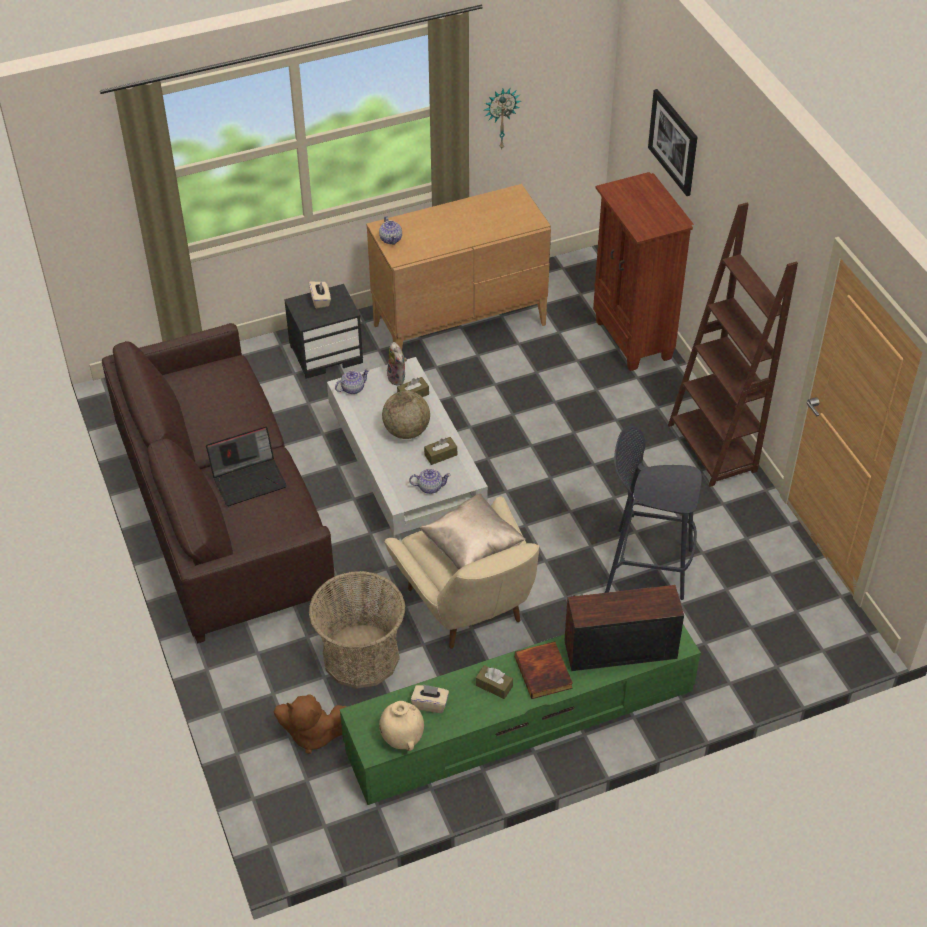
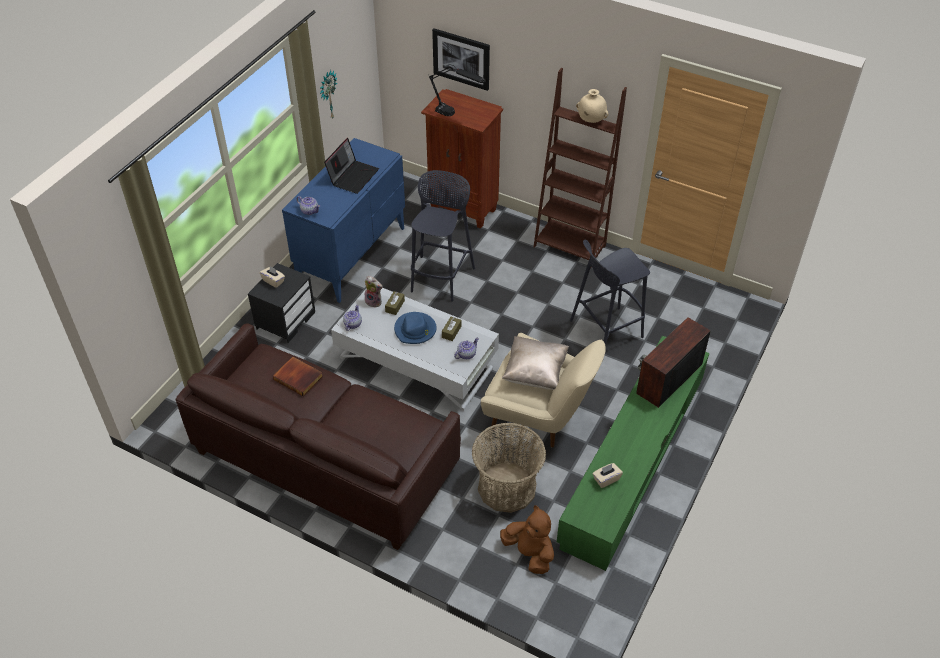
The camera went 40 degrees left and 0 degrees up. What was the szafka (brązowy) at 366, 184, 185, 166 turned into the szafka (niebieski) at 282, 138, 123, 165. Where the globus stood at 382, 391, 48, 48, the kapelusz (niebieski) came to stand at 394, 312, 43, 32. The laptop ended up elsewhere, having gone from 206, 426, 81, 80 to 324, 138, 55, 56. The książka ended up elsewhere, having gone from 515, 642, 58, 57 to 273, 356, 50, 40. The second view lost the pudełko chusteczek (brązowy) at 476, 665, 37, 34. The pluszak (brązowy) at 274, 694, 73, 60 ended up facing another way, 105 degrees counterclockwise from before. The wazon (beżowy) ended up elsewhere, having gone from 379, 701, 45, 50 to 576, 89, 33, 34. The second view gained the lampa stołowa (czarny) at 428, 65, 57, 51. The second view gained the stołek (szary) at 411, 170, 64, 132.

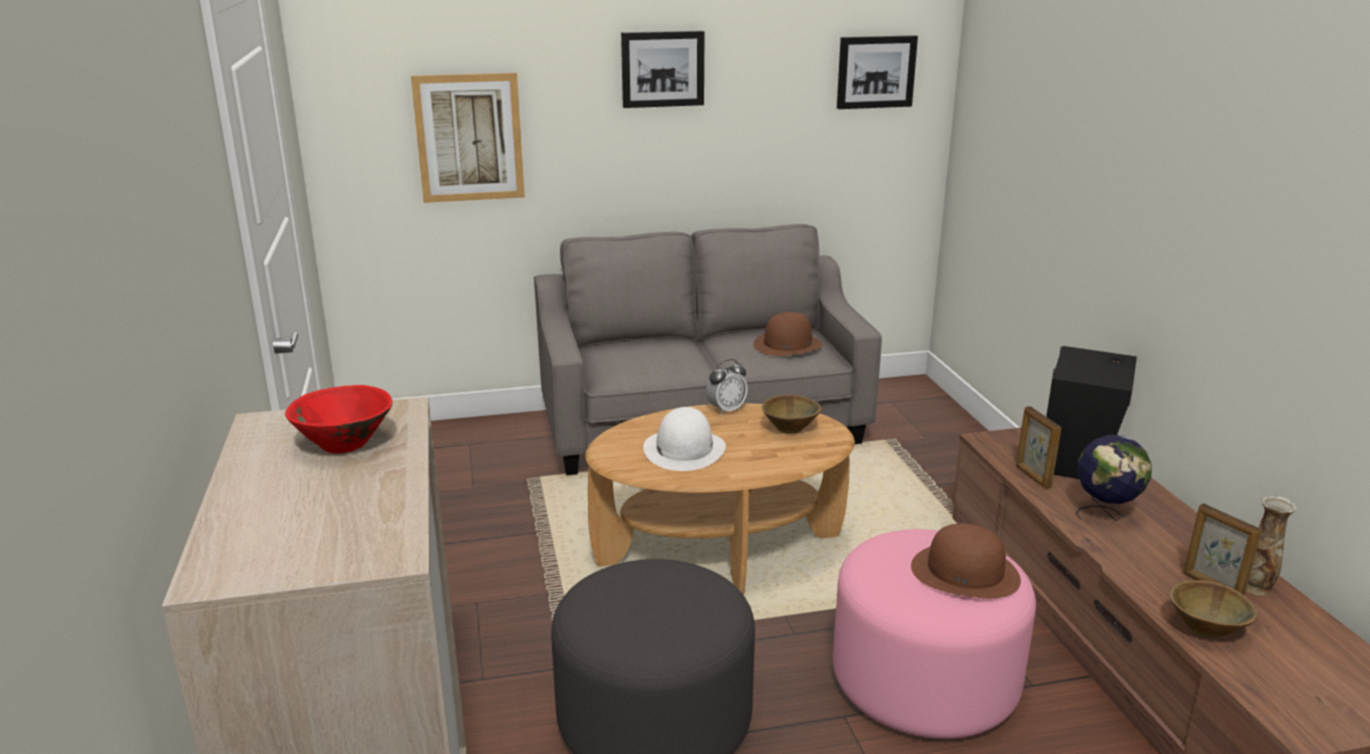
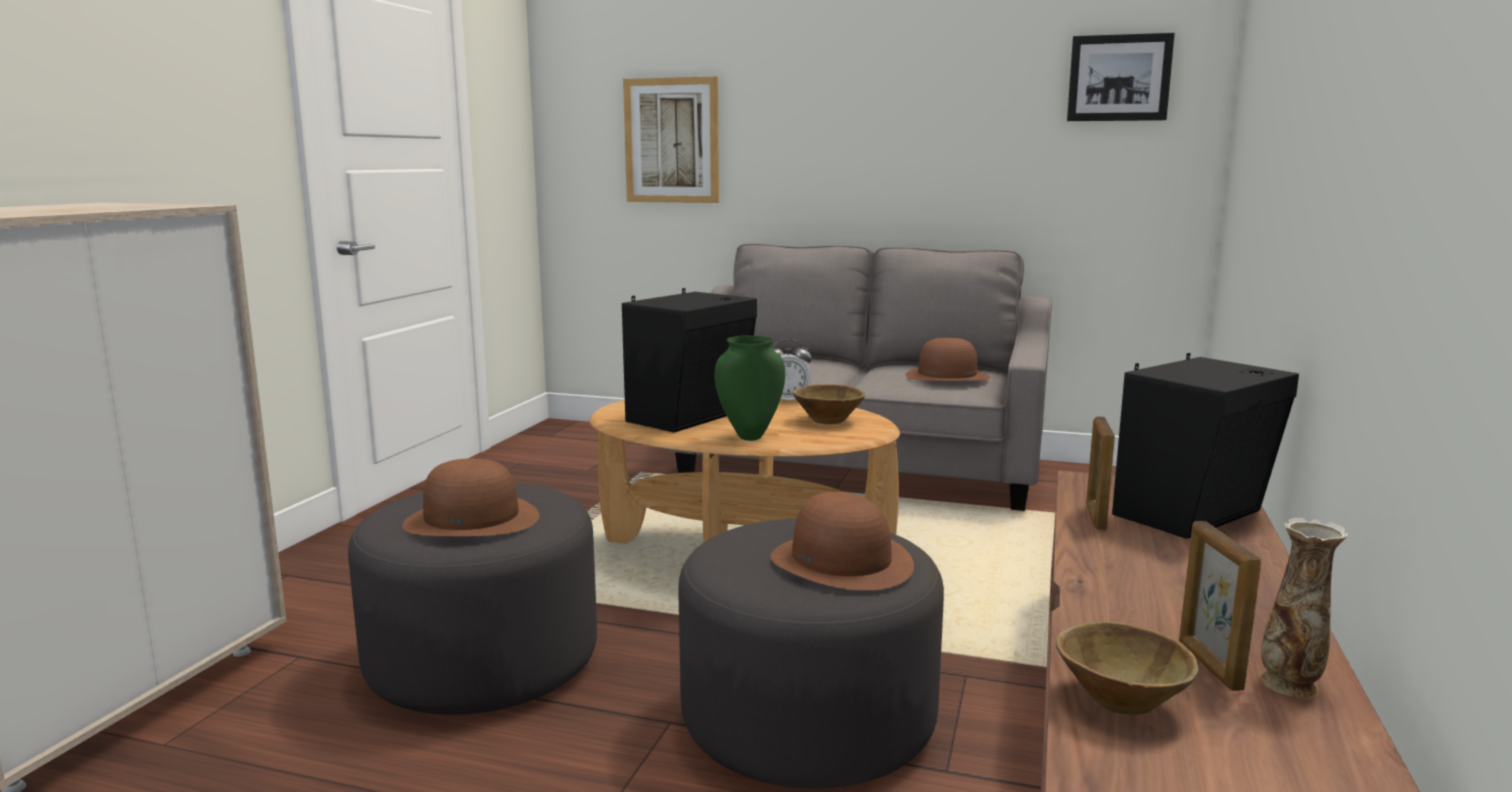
The camera went 30 degrees right and 10 degrees down. The second view lost the obraz at 621, 31, 84, 77. The second view lost the miska (czerwony) at 285, 385, 108, 69. Where the kapelusz (biały) stood at 643, 407, 83, 64, the głośnik (czarny) came to stand at 622, 288, 135, 145. The second view lost the globus at 1076, 435, 76, 86. What was the pufa (różowy) at 833, 529, 203, 210 turned into the pufa (szary) at 678, 519, 266, 270. The second view gained the wazon (zielony) at 714, 335, 71, 106. The second view gained the kapelusz (brązowy) at 402, 458, 138, 78.

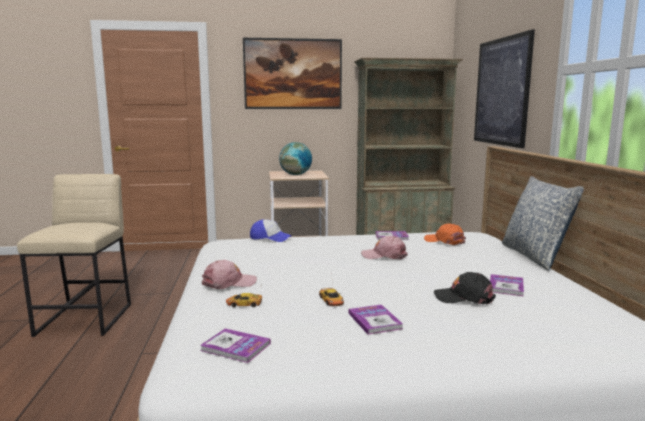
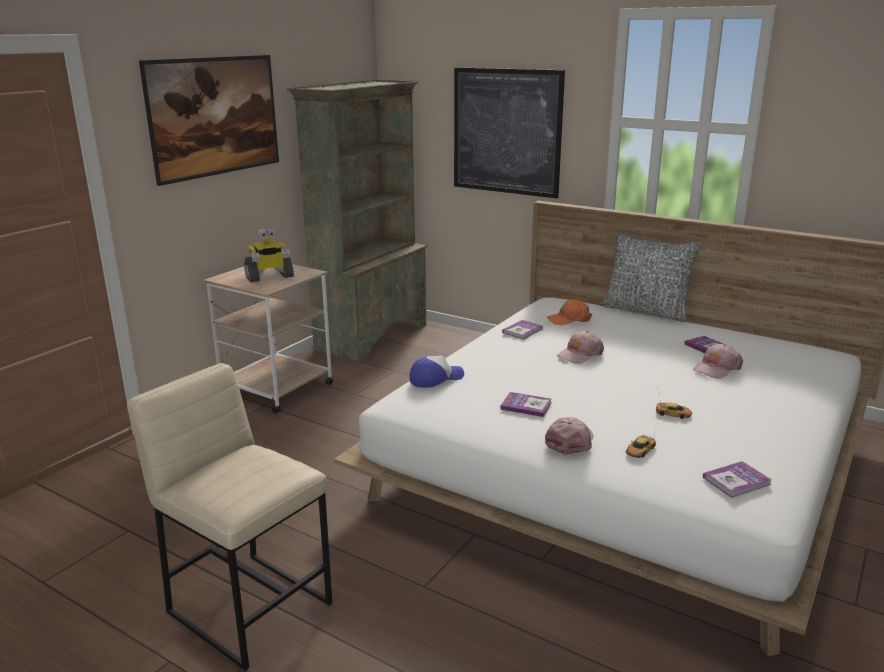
The camera went 50 degrees left and 10 degrees up. Where the globus stood at 279, 142, 33, 33, the robot zabawkowy came to stand at 244, 228, 50, 54. What was the czapka z daszkiem (czarny) at 434, 272, 62, 32 turned into the czapka z daszkiem (różowy) at 693, 344, 50, 35. The książka ended up elsewhere, having gone from 349, 304, 54, 30 to 500, 392, 52, 25.

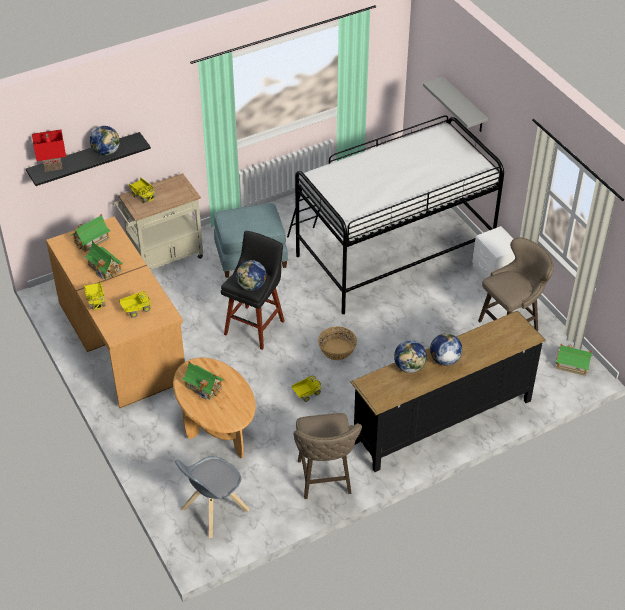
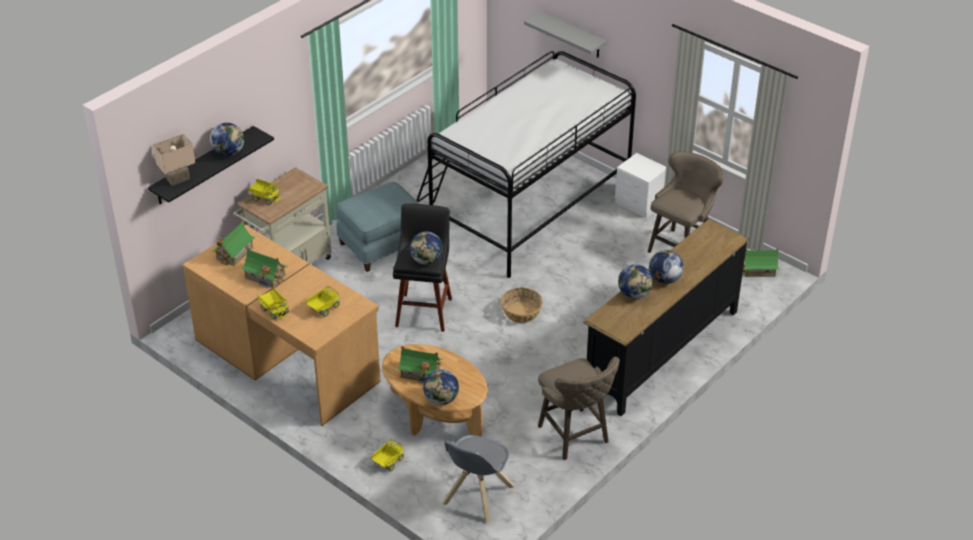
The camera went 20 degrees left and 5 degrees down. What was the lampa stołowa (czerwony) at 32, 129, 34, 43 turned into the lampa stołowa (beżowy) at 153, 134, 42, 52. The ciężarówka zabawkowa ended up elsewhere, having gone from 292, 376, 30, 26 to 371, 439, 34, 32. The second view gained the globus at 423, 369, 36, 36.

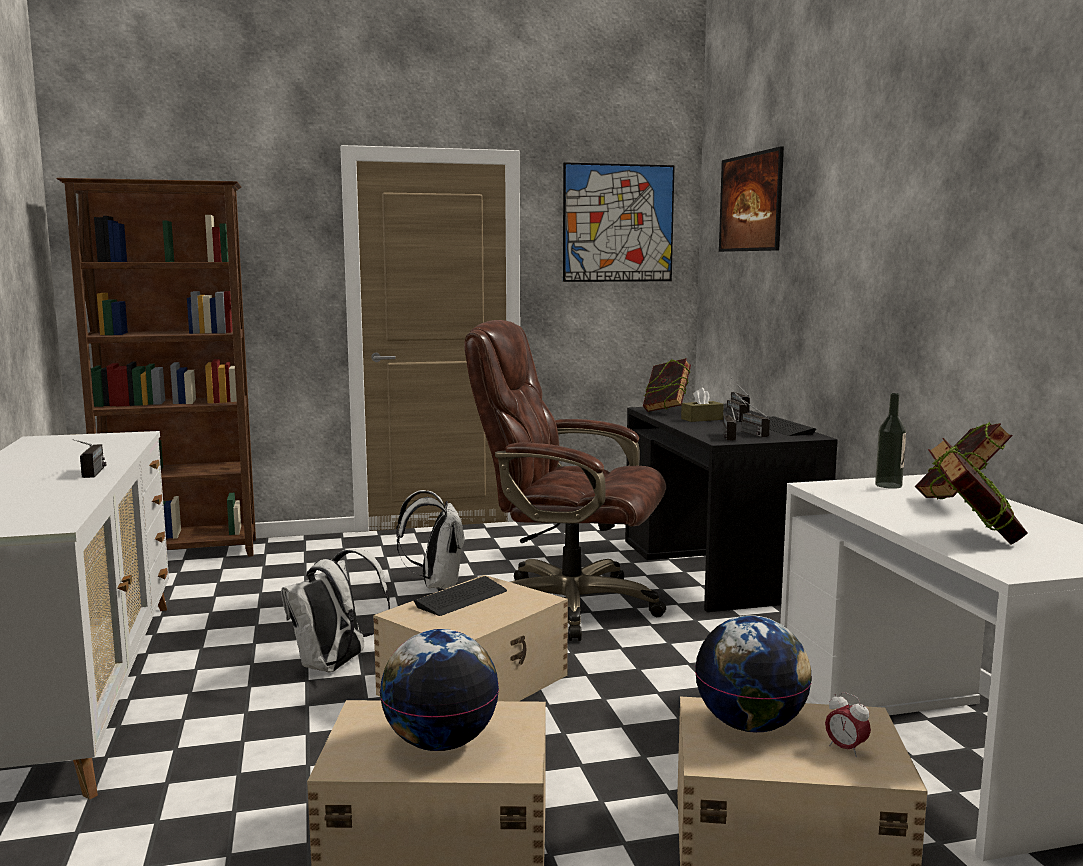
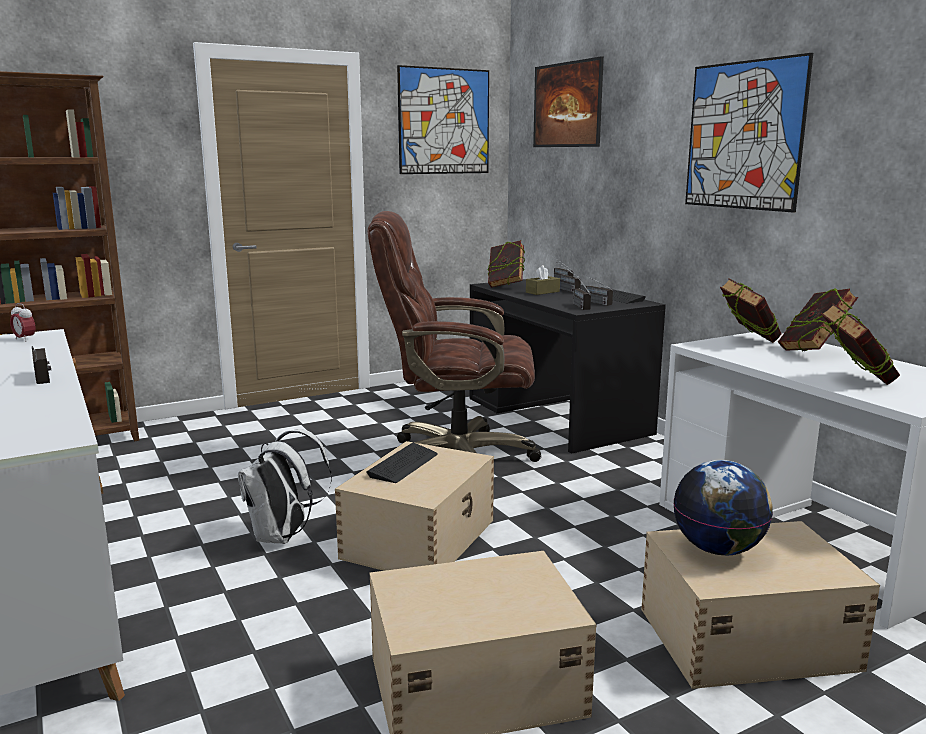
The camera went 15 degrees left and 5 degrees up. Where the butelka stood at 875, 393, 31, 96, the książka came to stand at 720, 278, 61, 65. The second view lost the plecak (biały) at 396, 490, 69, 99. The second view lost the globus at 380, 629, 119, 122. The budzik ended up elsewhere, having gone from 825, 692, 46, 65 to 10, 303, 26, 37. The second view gained the obraz at 685, 53, 128, 160.

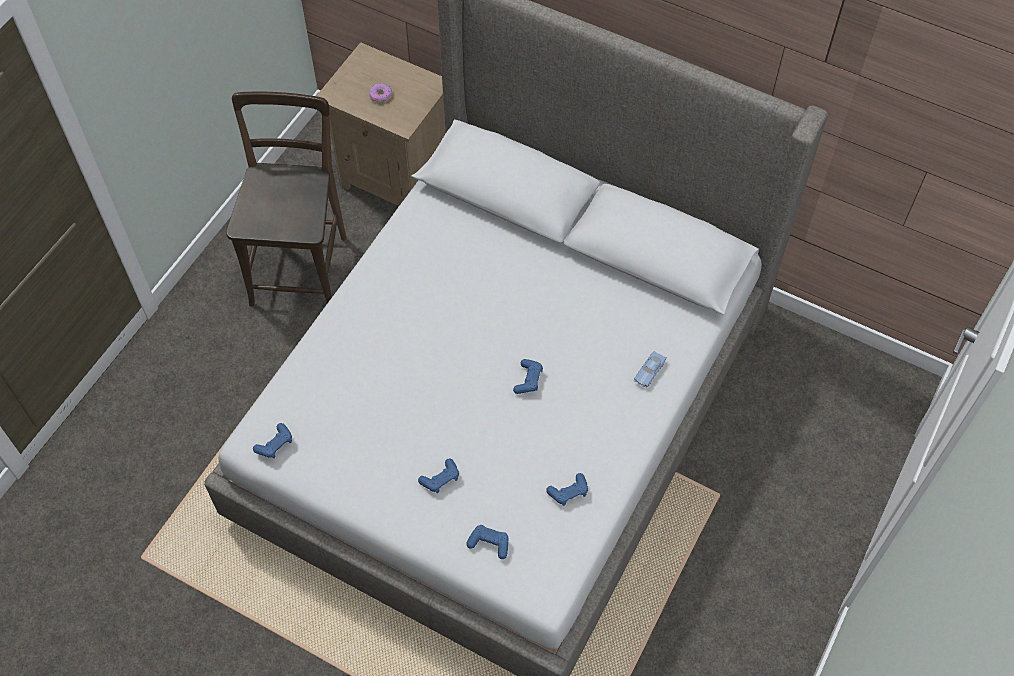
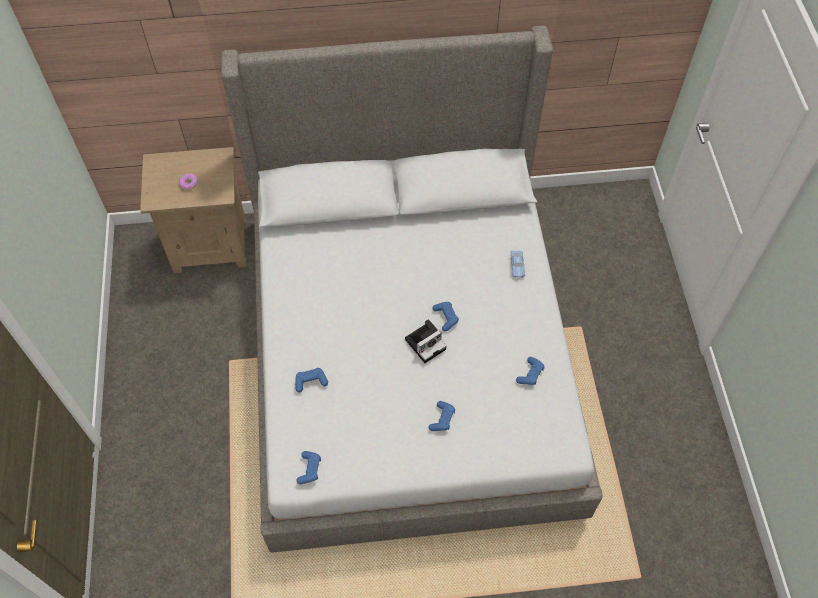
The camera went 35 degrees left and 0 degrees up. The second view lost the krzesło (brązowy) at 226, 92, 120, 214. The pad do gier (niebieski) ended up elsewhere, having gone from 466, 525, 42, 34 to 295, 368, 33, 25. The second view gained the aparat fotograficzny at 405, 319, 42, 44.

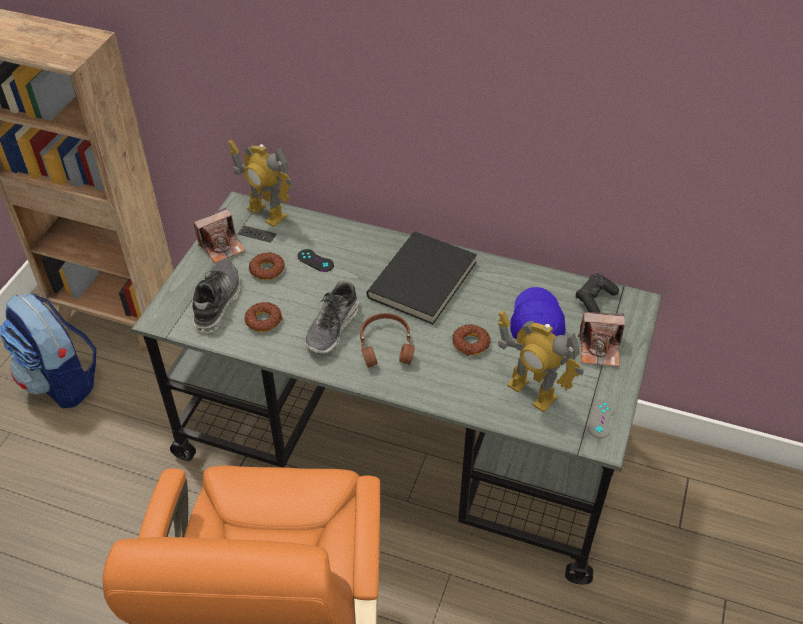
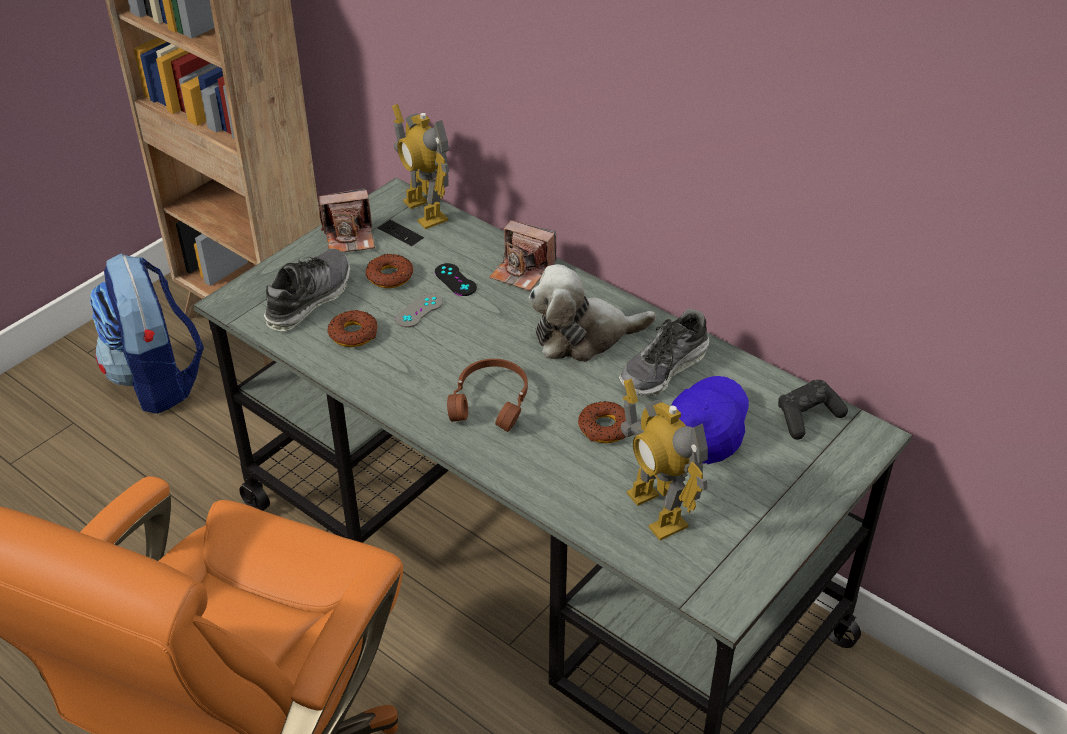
The camera went 20 degrees right and 5 degrees down. Where the książka (czarny) stood at 367, 232, 110, 92, the pluszak came to stand at 528, 264, 128, 98. The but ended up elsewhere, having gone from 305, 281, 54, 73 to 619, 309, 90, 87. The aparat fotograficzny ended up elsewhere, having gone from 578, 312, 47, 55 to 489, 220, 68, 71. The pad do gier (szary) ended up elsewhere, having gone from 588, 400, 27, 38 to 395, 294, 48, 34.

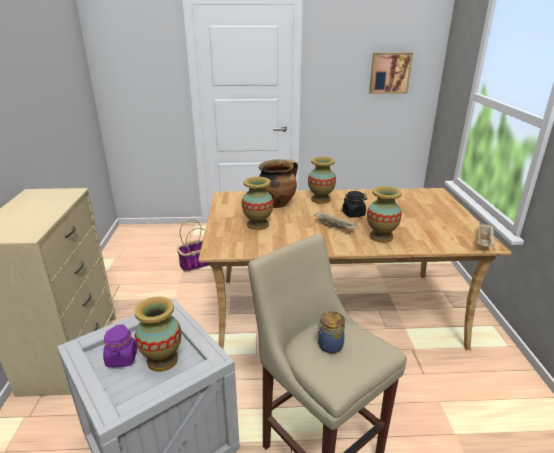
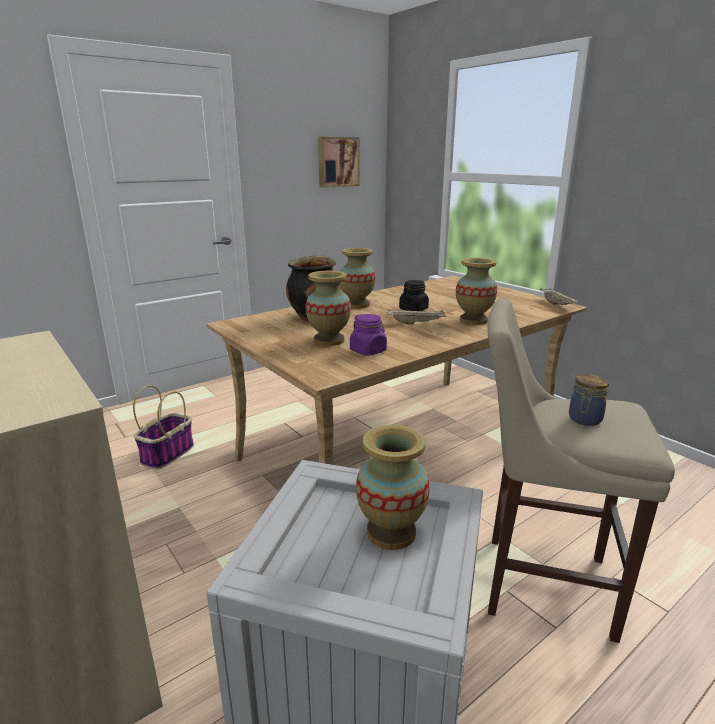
The camera went 35 degrees left and 5 degrees down. The słoik (fioletowy) ended up elsewhere, having gone from 103, 325, 34, 42 to 350, 314, 37, 42.

